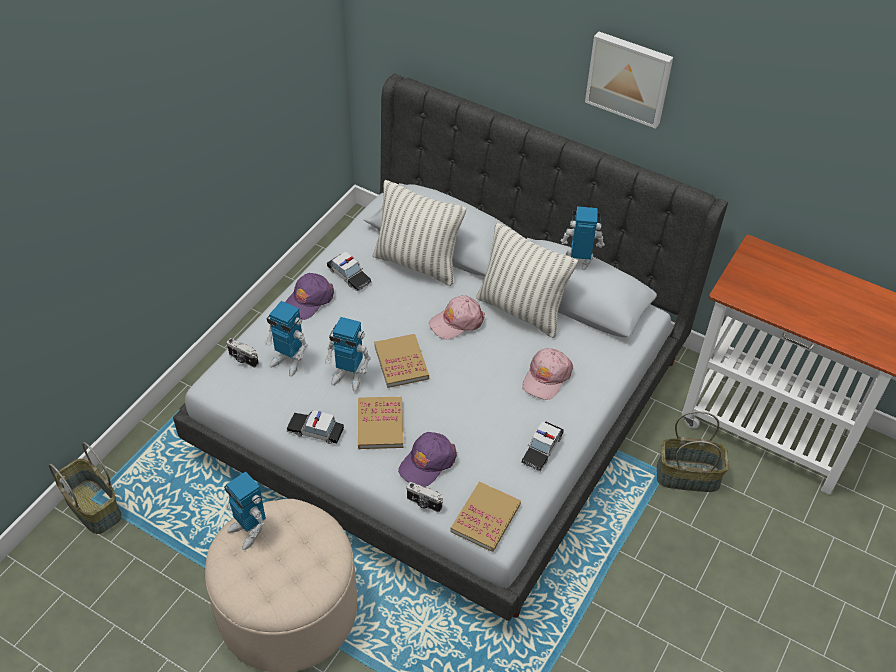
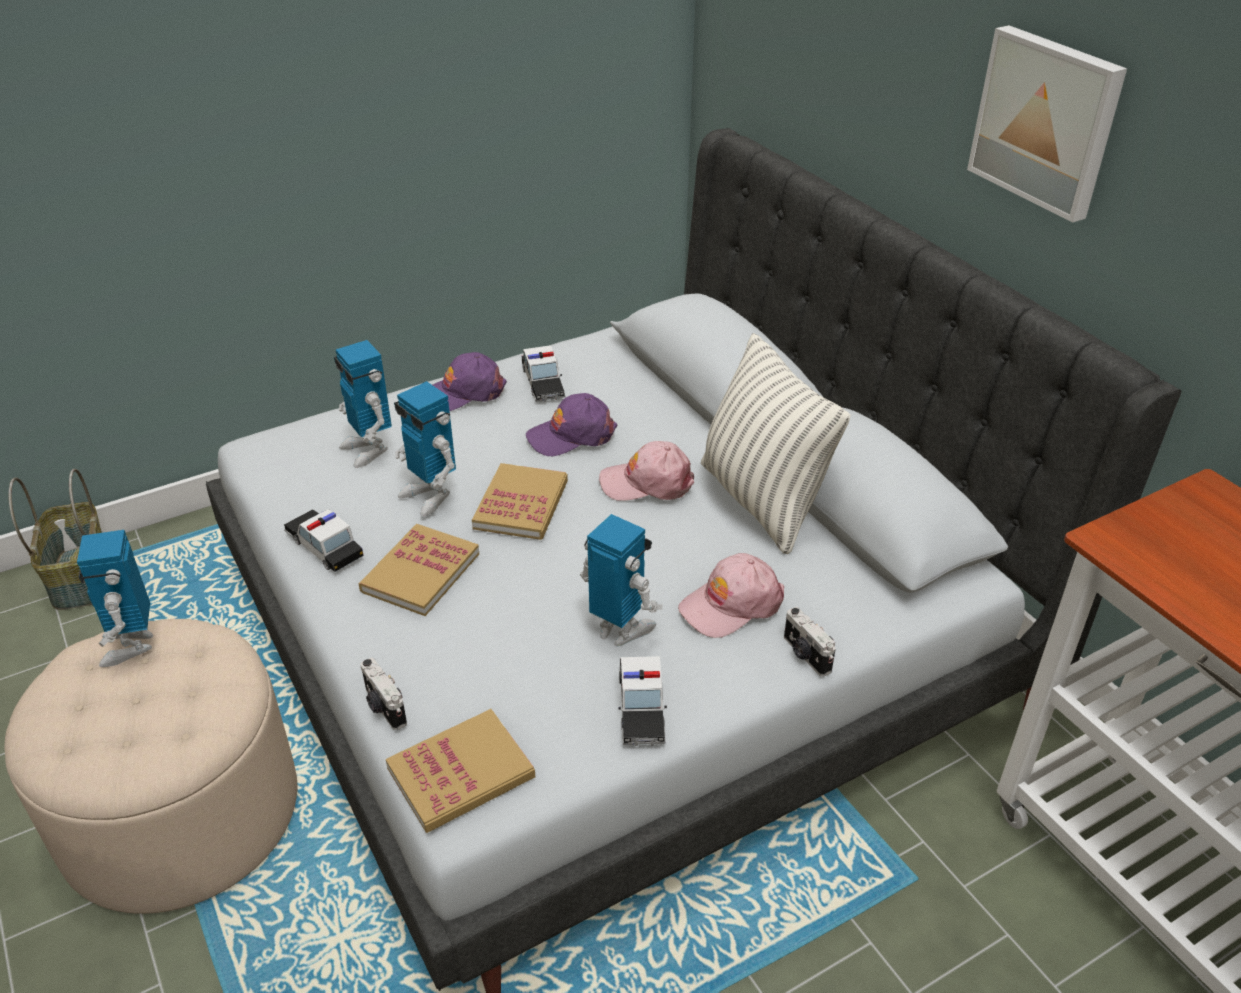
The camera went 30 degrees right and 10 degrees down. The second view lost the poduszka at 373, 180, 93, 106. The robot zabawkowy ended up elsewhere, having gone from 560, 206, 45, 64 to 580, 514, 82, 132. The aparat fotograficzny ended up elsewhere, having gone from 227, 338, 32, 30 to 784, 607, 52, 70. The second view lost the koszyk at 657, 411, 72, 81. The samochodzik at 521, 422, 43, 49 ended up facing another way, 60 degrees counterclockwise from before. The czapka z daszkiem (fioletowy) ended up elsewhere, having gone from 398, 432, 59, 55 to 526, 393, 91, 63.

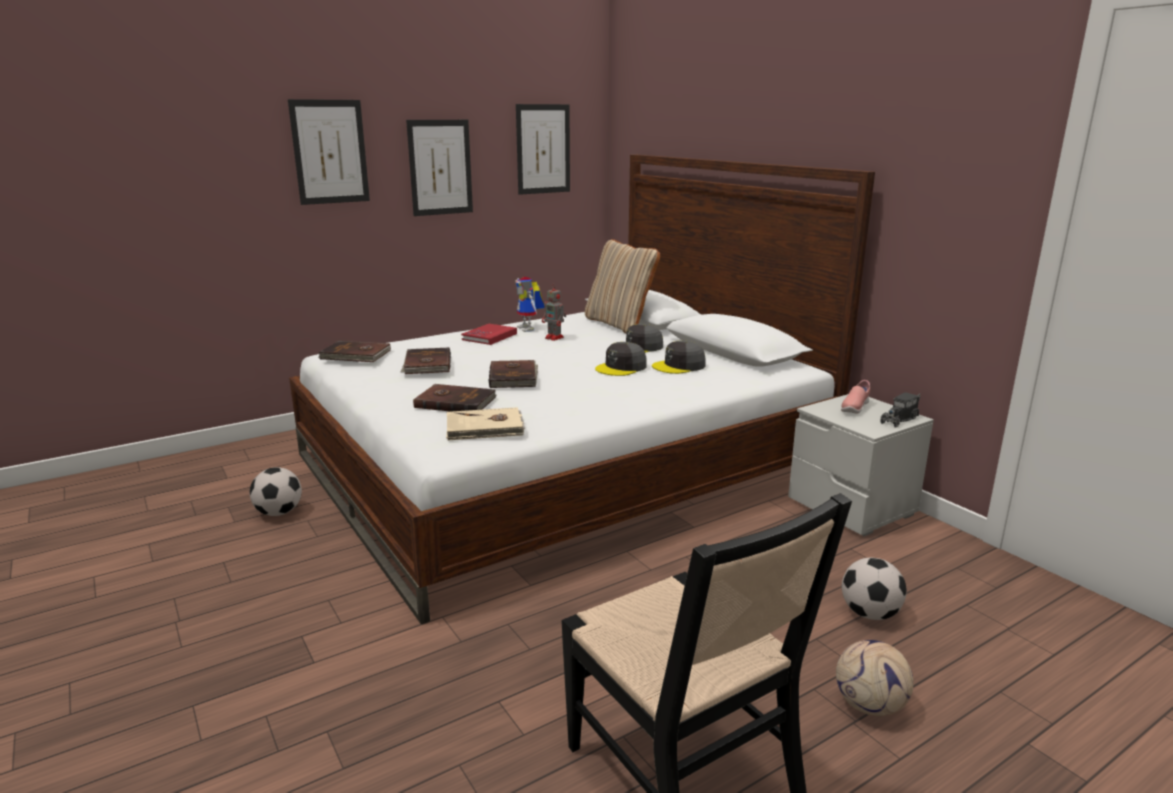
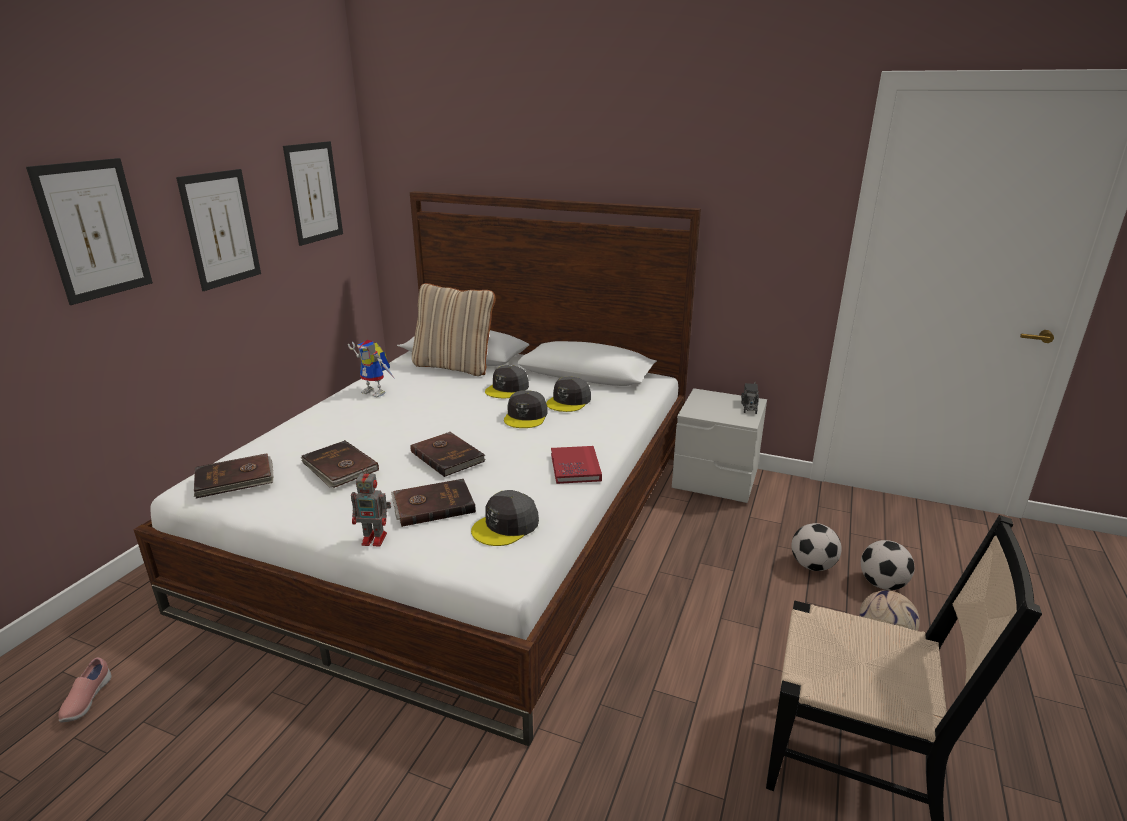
The camera went 35 degrees left and 5 degrees up. The robot zabawkowy ended up elsewhere, having gone from 542, 285, 24, 56 to 351, 467, 40, 79. The książka (czerwony) ended up elsewhere, having gone from 461, 324, 56, 21 to 551, 446, 51, 38. The but (różowy) ended up elsewhere, having gone from 841, 380, 29, 33 to 58, 658, 53, 65. Where the książka (beżowy) stood at 446, 407, 79, 33, the czapka z daszkiem (szary) came to stand at 471, 490, 68, 56. The piłka futbolowa ended up elsewhere, having gone from 249, 467, 53, 49 to 861, 540, 54, 50.

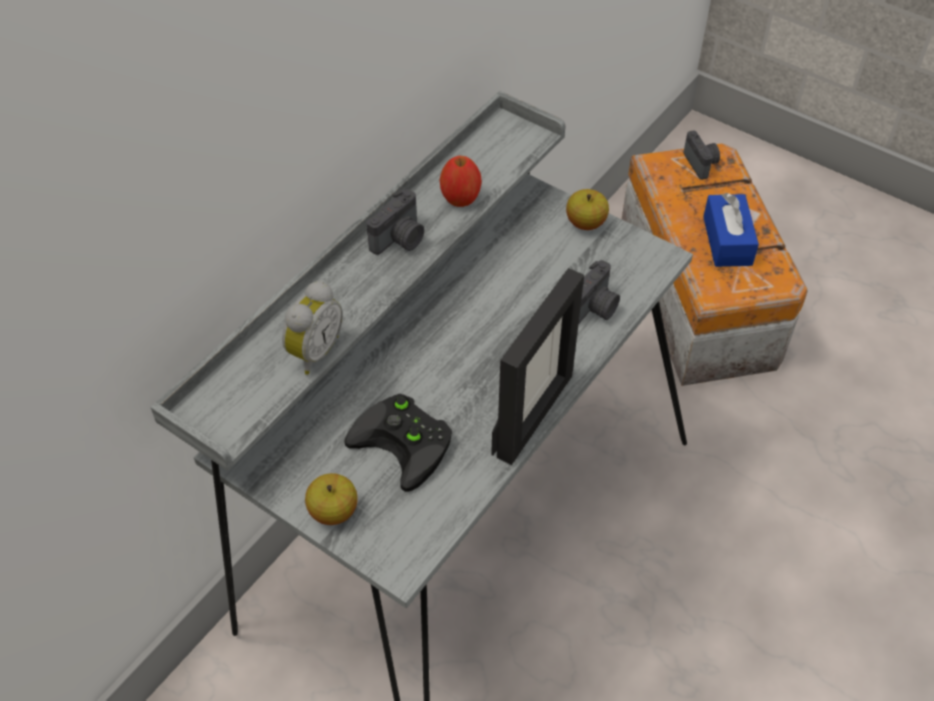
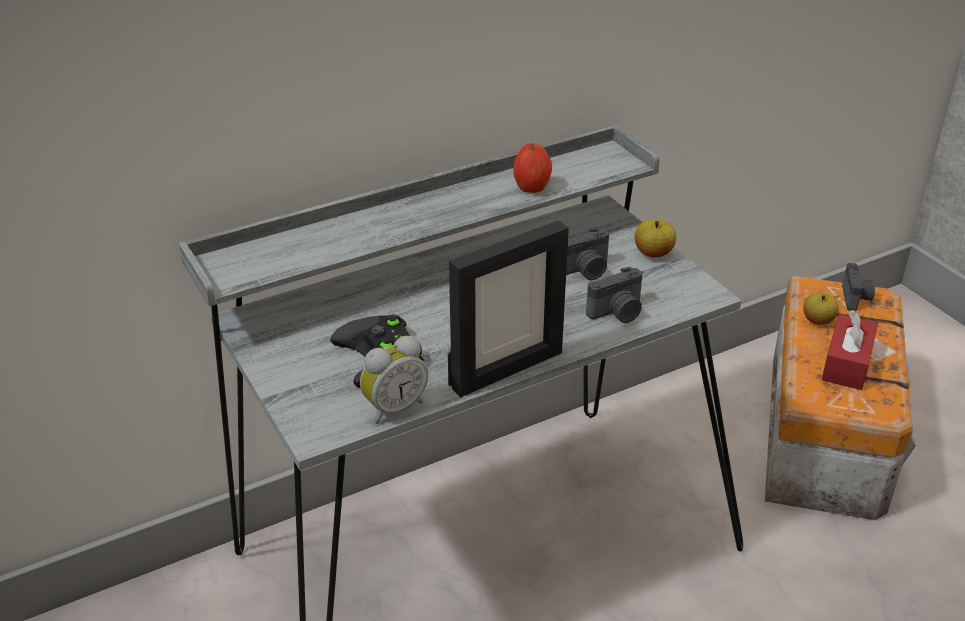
The camera went 25 degrees right and 15 degrees down. The aparat fotograficzny ended up elsewhere, having gone from 367, 189, 57, 66 to 566, 227, 43, 53. What was the pudełko chusteczek (niebieski) at 703, 193, 56, 74 turned into the pudełko chusteczek (czerwony) at 822, 310, 56, 80. The budzik ended up elsewhere, having gone from 282, 281, 61, 94 to 360, 336, 68, 88. The jabłko ended up elsewhere, having gone from 305, 473, 52, 52 to 803, 293, 36, 32.

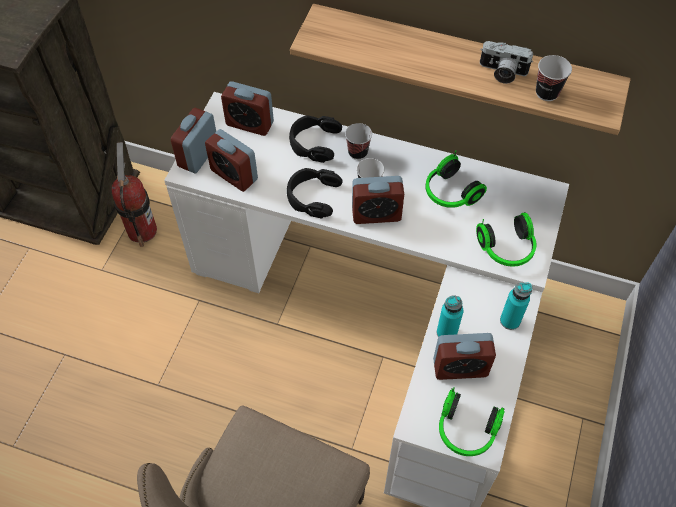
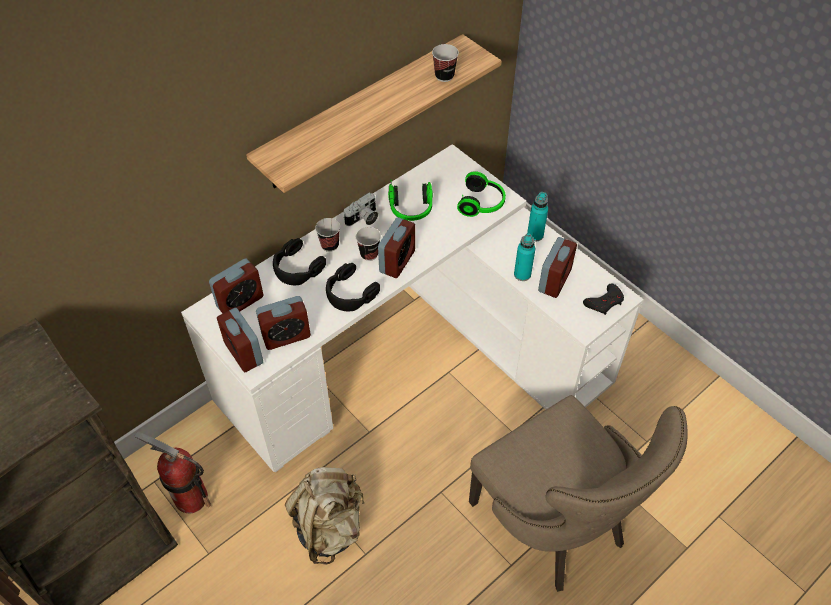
The camera went 60 degrees left and 5 degrees down. The aparat fotograficzny ended up elsewhere, having gone from 480, 41, 53, 43 to 344, 192, 34, 34. Where the słuchawki stood at 439, 387, 66, 69, the pad do gier (czarny) came to stand at 583, 284, 41, 31. The second view gained the plecak (beżowy) at 285, 467, 80, 98.

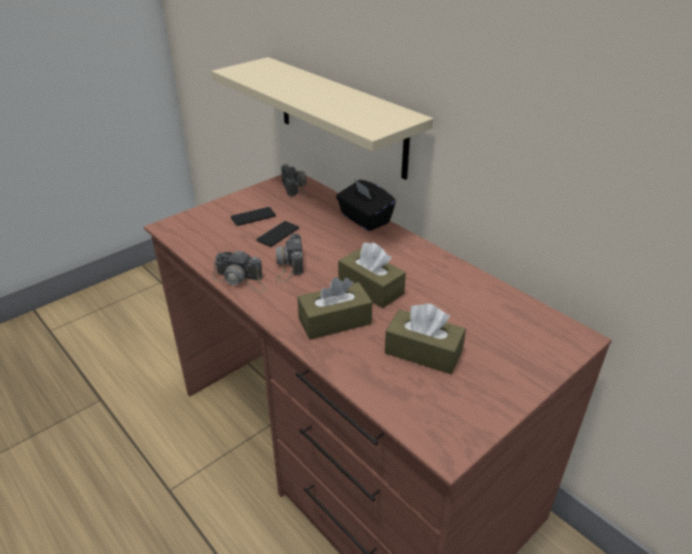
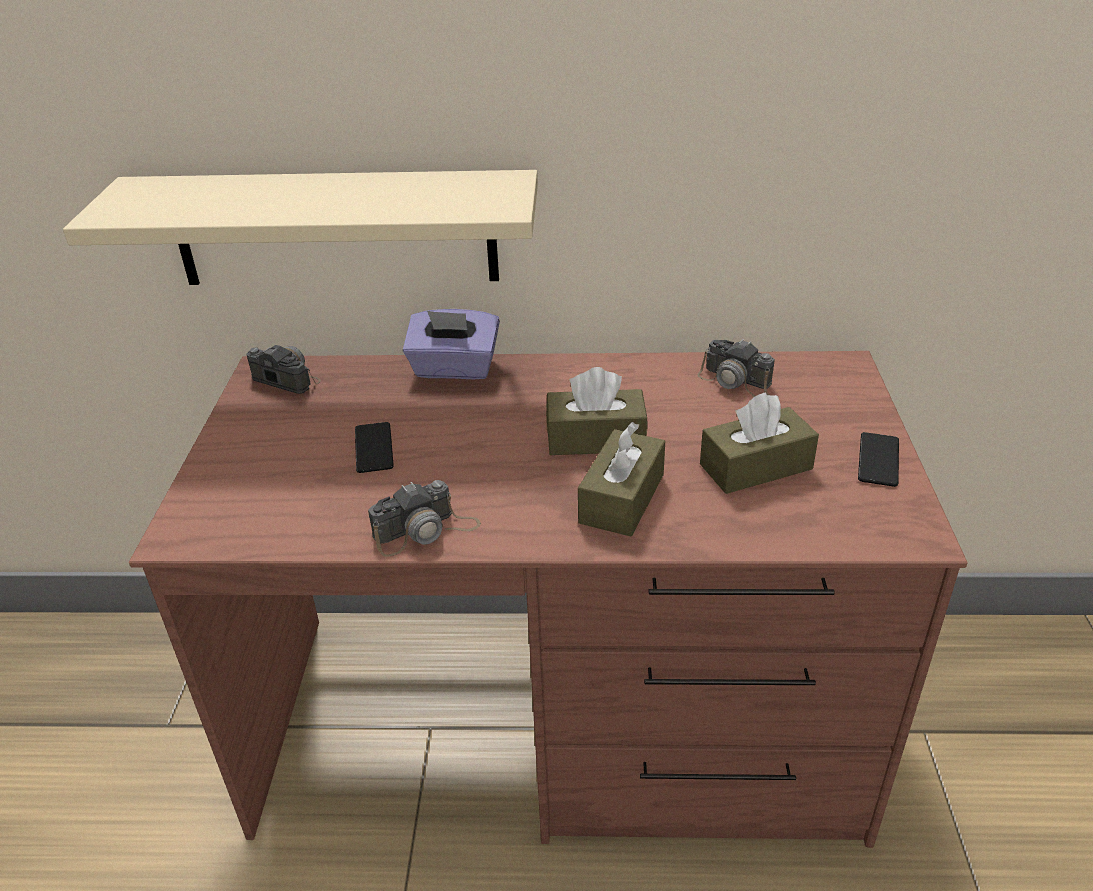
The camera went 45 degrees left and 0 degrees up. What was the pudełko chusteczek (czarny) at 336, 179, 60, 52 turned into the pudełko chusteczek (fioletowy) at 403, 309, 97, 70. The telefon ended up elsewhere, having gone from 231, 207, 45, 19 to 858, 432, 41, 55. The aparat fotograficzny ended up elsewhere, having gone from 276, 234, 28, 48 to 698, 339, 77, 59.

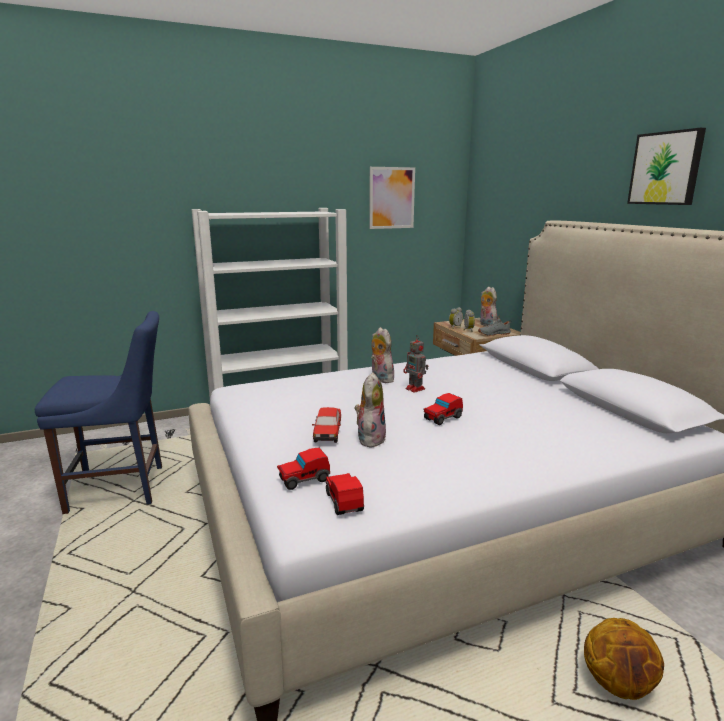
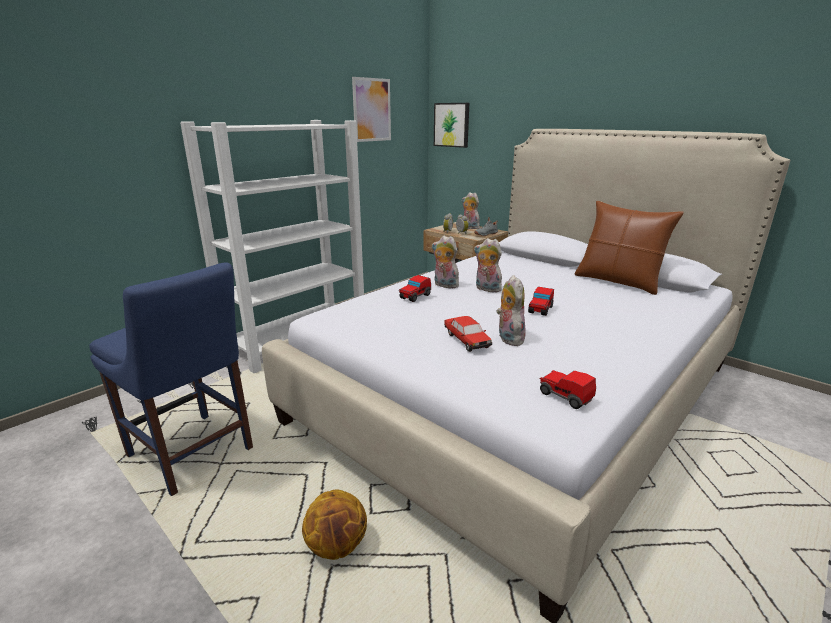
The camera went 25 degrees left and 5 degrees up. The obraz ended up elsewhere, having gone from 627, 128, 79, 77 to 434, 103, 35, 45. The krzesło (niebieski) at 35, 311, 127, 203 ended up facing another way, 75 degrees clockwise from before. Where the robot zabawkowy stood at 403, 335, 25, 58, the pluszak came to stand at 474, 238, 28, 54. The samochodzik ended up elsewhere, having gone from 277, 447, 53, 43 to 399, 275, 32, 27. The piłka do koszykówki ended up elsewhere, having gone from 584, 618, 80, 82 to 302, 490, 65, 70. The second view gained the poduszka (brązowy) at 575, 201, 109, 94.

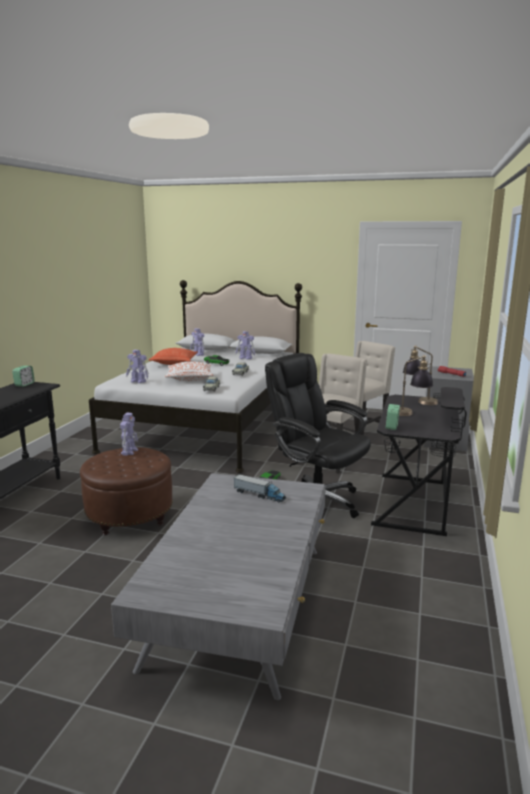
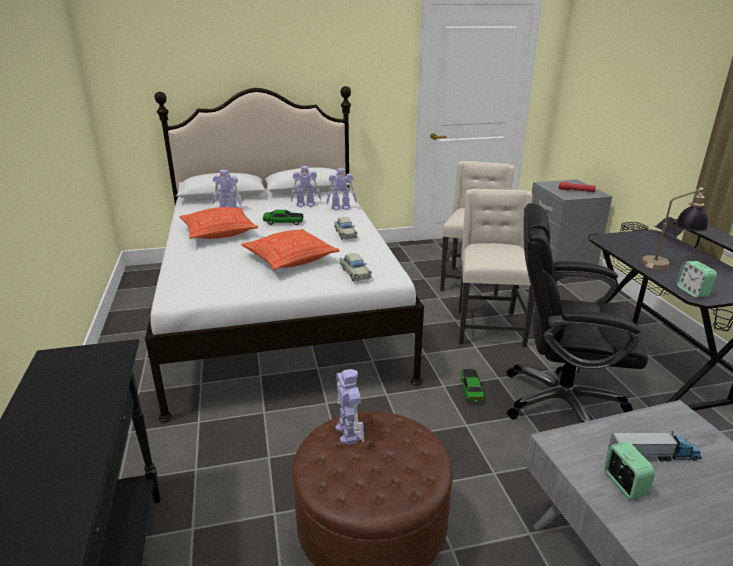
The camera went 30 degrees left and 10 degrees up. The second view lost the lampa stołowa at 403, 345, 35, 60. The robot zabawkowy ended up elsewhere, having gone from 126, 350, 23, 33 to 326, 168, 31, 42. What was the poduszka (biały) at 165, 361, 48, 20 turned into the poduszka (pomarańczowy) at 241, 229, 99, 41. The budzik ended up elsewhere, having gone from 12, 366, 23, 21 to 604, 441, 51, 59.

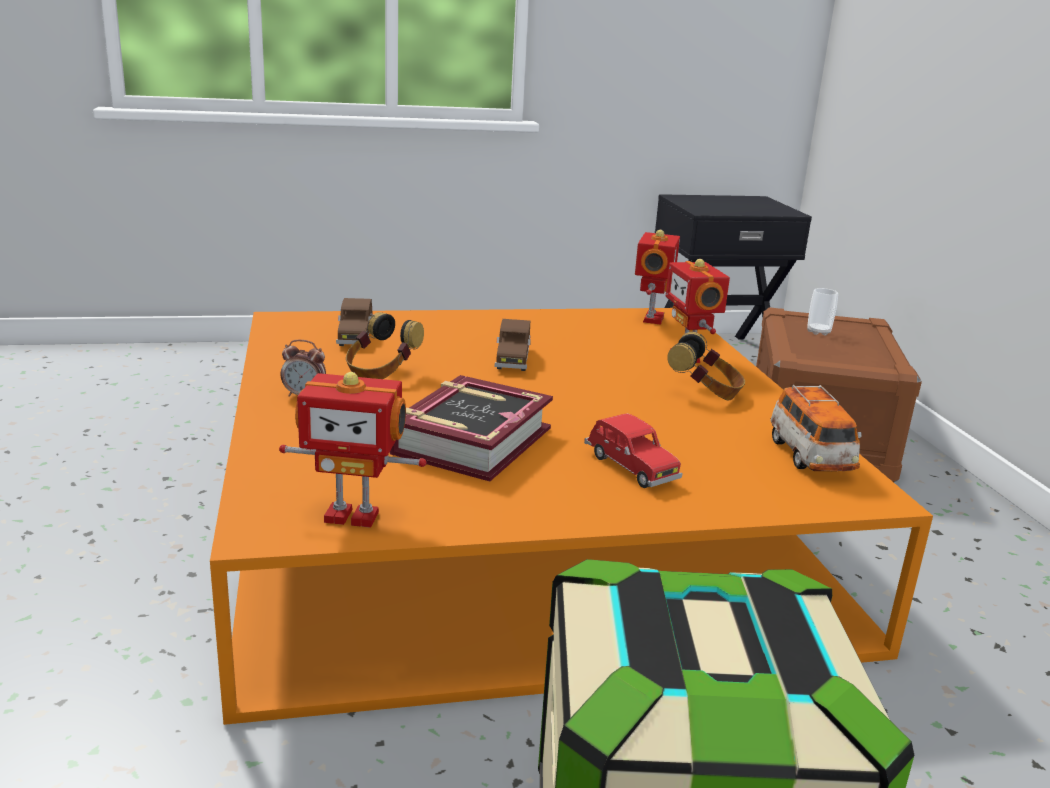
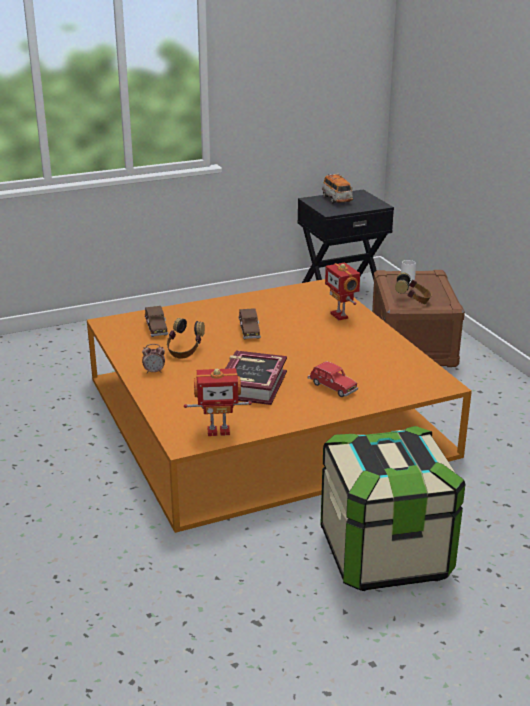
The camera went 10 degrees left and 5 degrees up. The second view lost the robot zabawkowy at 635, 230, 45, 95. The słuchawki ended up elsewhere, having gone from 667, 332, 78, 69 to 395, 272, 36, 32. The samochodzik ended up elsewhere, having gone from 770, 385, 92, 86 to 322, 174, 31, 30.

